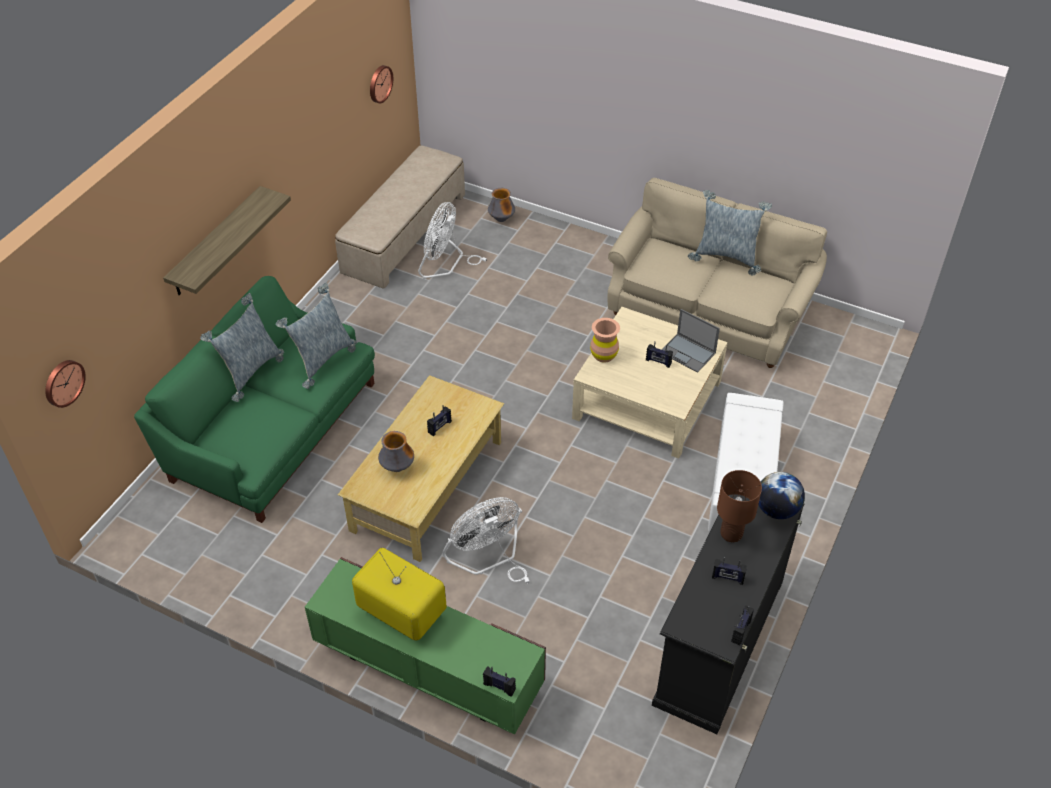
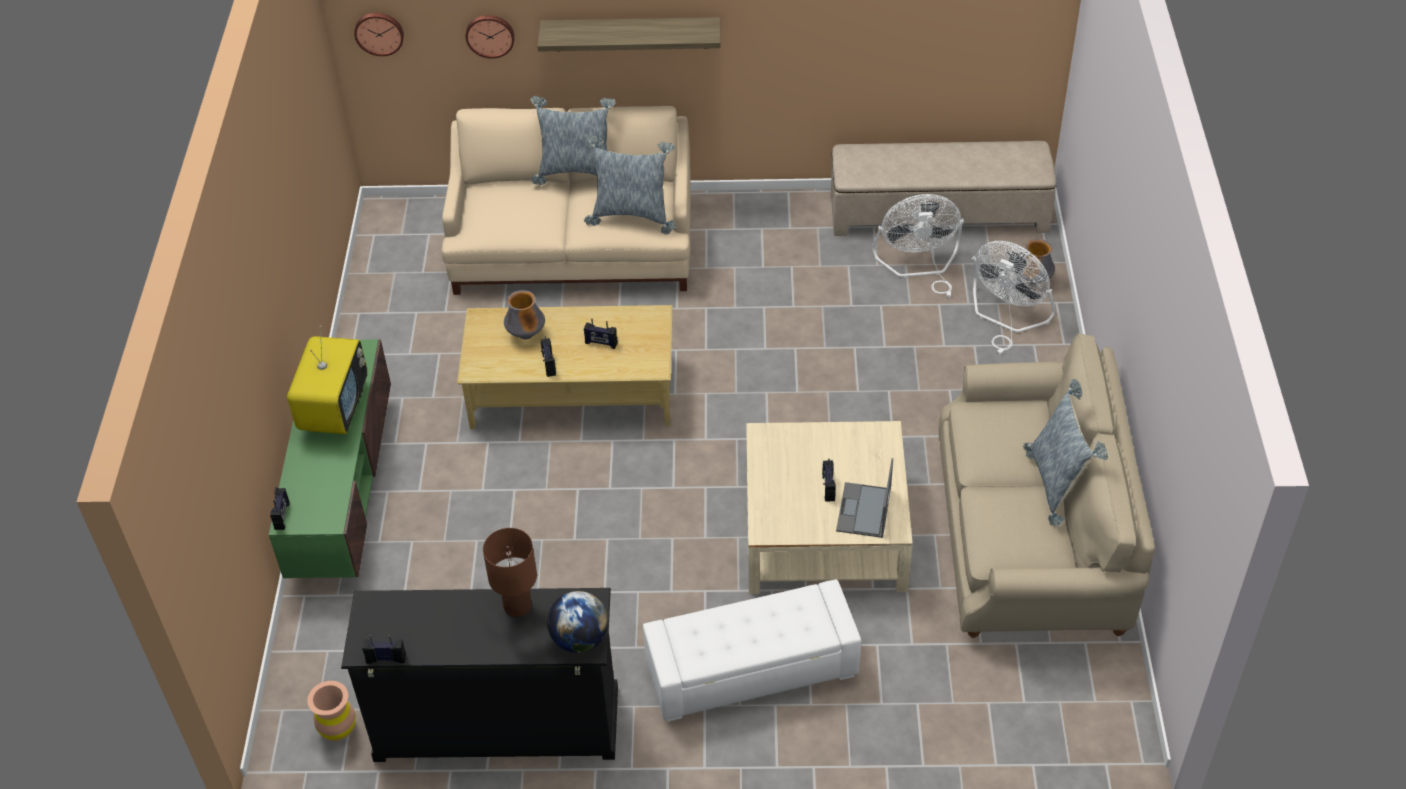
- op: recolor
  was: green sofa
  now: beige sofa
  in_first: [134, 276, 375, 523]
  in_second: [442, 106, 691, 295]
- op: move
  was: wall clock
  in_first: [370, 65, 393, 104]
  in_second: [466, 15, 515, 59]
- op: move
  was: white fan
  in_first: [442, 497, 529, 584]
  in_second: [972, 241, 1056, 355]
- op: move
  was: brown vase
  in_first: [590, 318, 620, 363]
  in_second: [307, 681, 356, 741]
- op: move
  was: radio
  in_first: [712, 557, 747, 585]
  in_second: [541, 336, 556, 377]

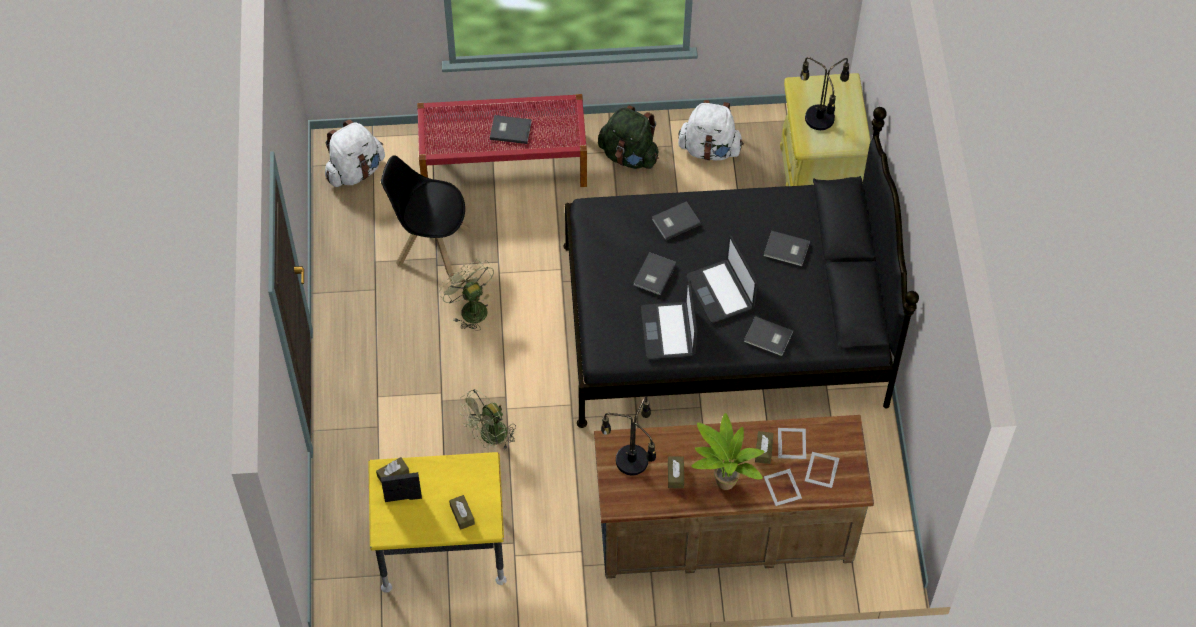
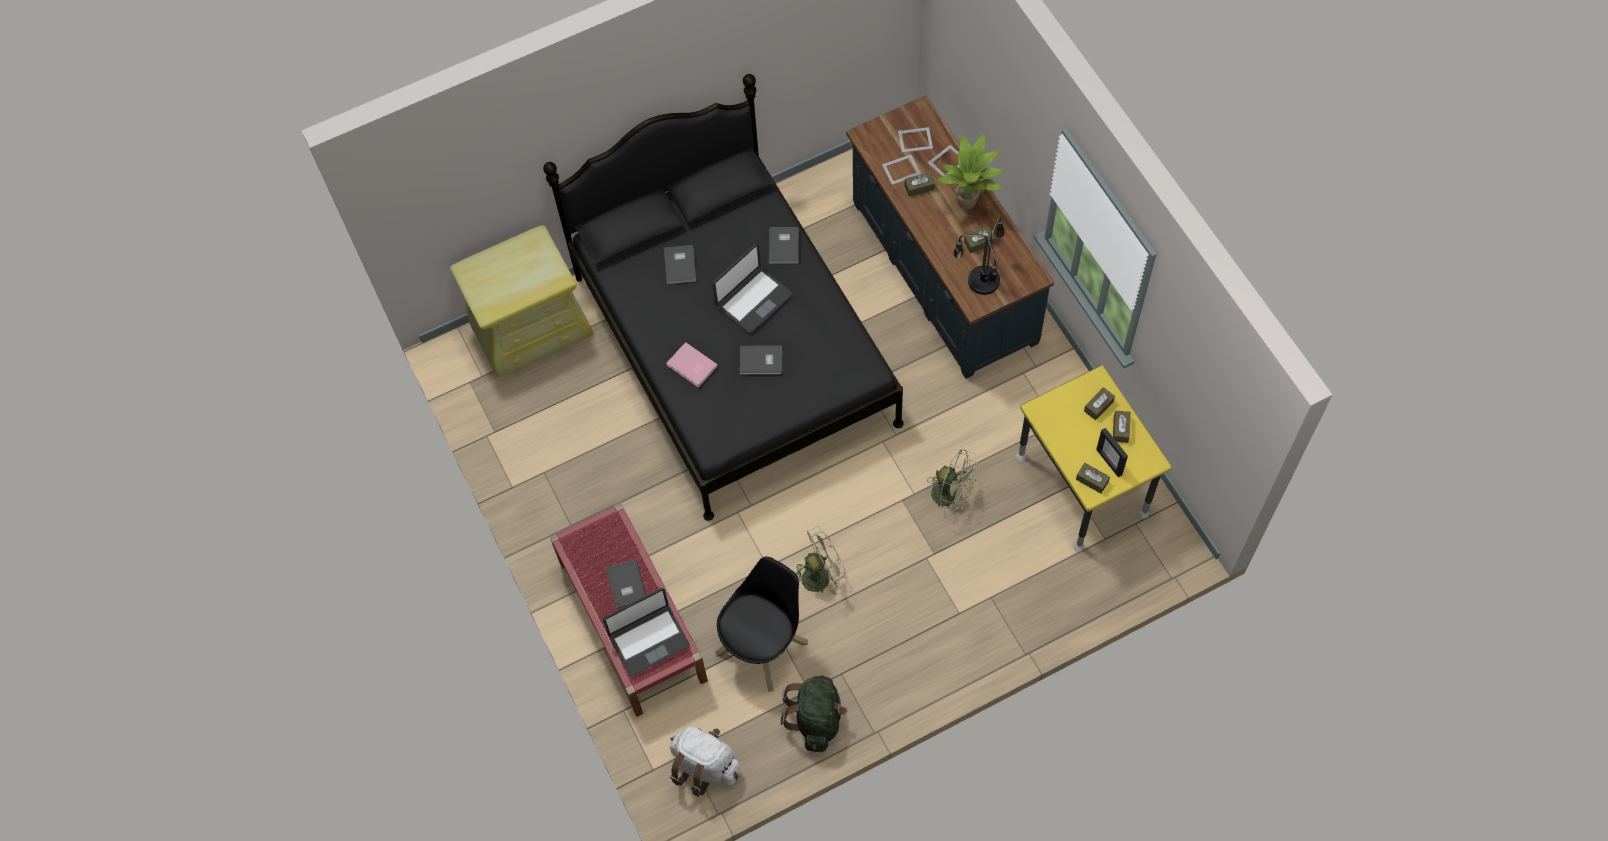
- op: rotate
  was: black chair
  in_first: [381, 155, 469, 277]
  in_second: [716, 557, 808, 692]
  clockwise: -135
- op: rotate
  was: green fan
  in_first: [439, 259, 494, 331]
  in_second: [796, 526, 848, 596]
  clockwise: -150
- op: move
  was: green backpack
  in_first: [598, 105, 659, 169]
  in_second: [781, 675, 847, 752]
- op: move
  was: laptop
  in_first: [641, 279, 697, 359]
  in_second: [603, 588, 690, 676]
- op: recolor
  was: grey book
  now: pink book
  in_first: [652, 202, 701, 240]
  in_second: [666, 342, 718, 387]
- op: delete
  was: white backpack
  in_first: [678, 100, 744, 160]
- op: delete
  was: table lamp
  in_first: [800, 57, 849, 130]
- op: insert
  now: brown tissue box
  in_second: [1113, 411, 1131, 443]

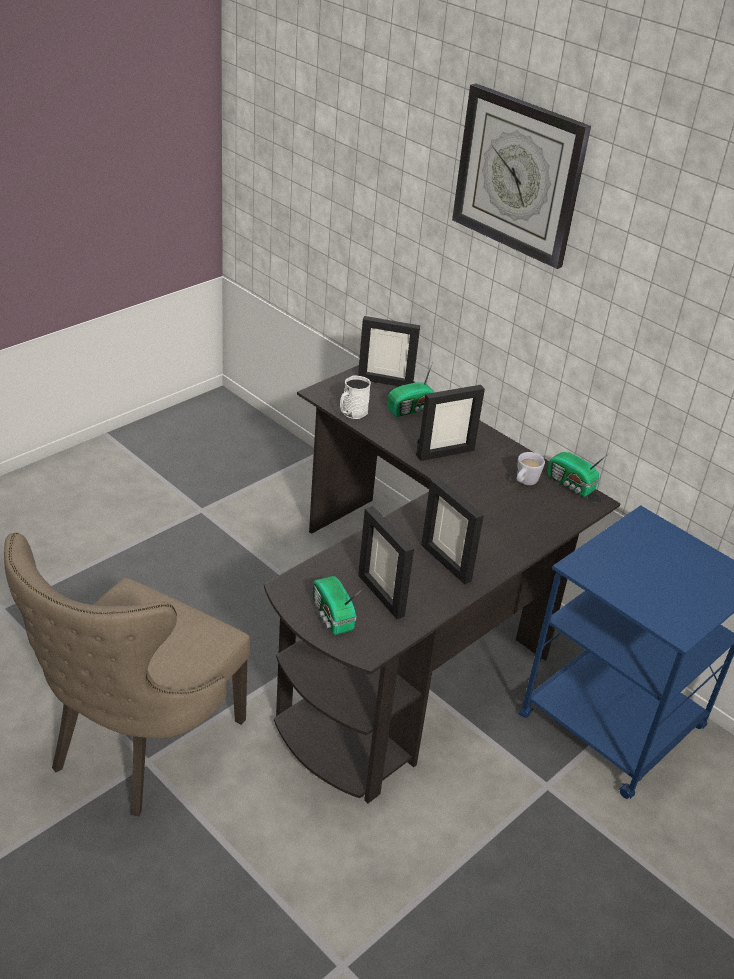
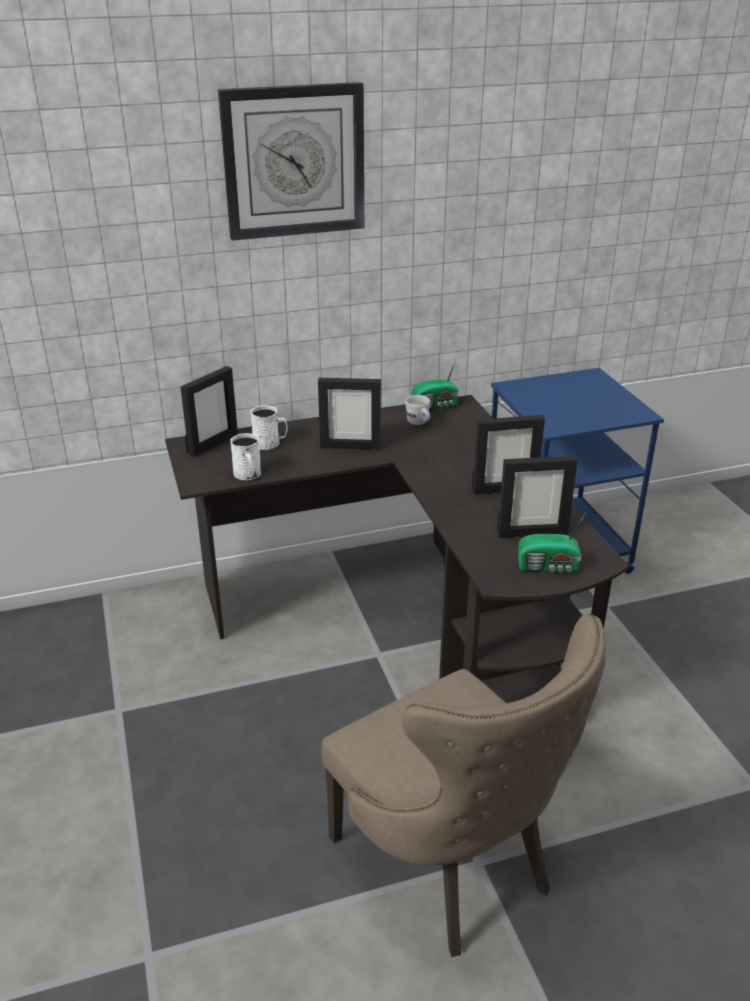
- op: replace
  was: radio
  now: white mug
  in_first: [387, 362, 434, 417]
  in_second: [250, 405, 287, 450]
- op: rotate
  was: picture frame
  in_first: [416, 385, 485, 461]
  in_second: [318, 378, 381, 450]
  clockwise: 90

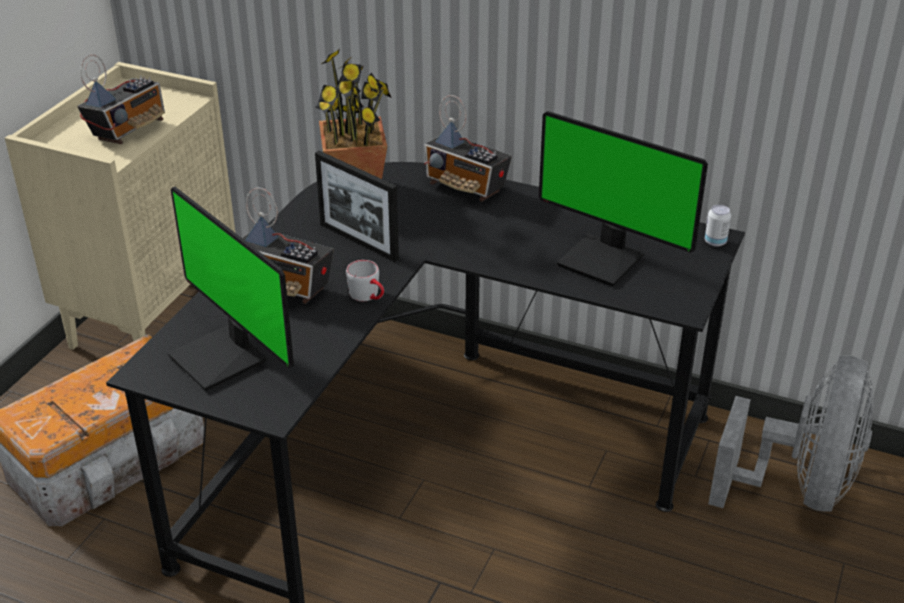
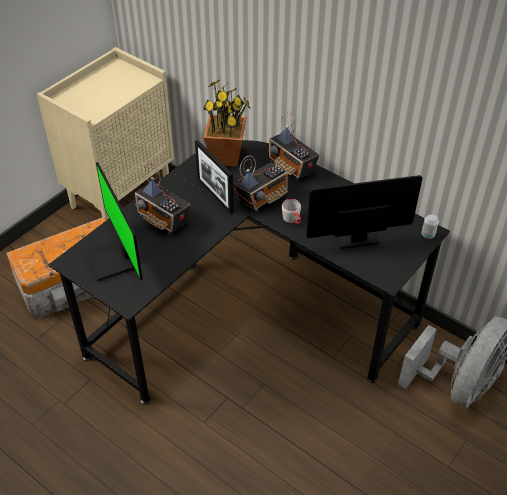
- op: move
  was: radio
  in_first: [78, 54, 165, 144]
  in_second: [234, 156, 288, 212]
- op: move
  was: grey mug
  in_first: [346, 260, 384, 301]
  in_second: [282, 199, 301, 224]
- op: rotate
  was: monitor
  in_first: [539, 111, 708, 287]
  in_second: [306, 175, 422, 249]
  clockwise: 120

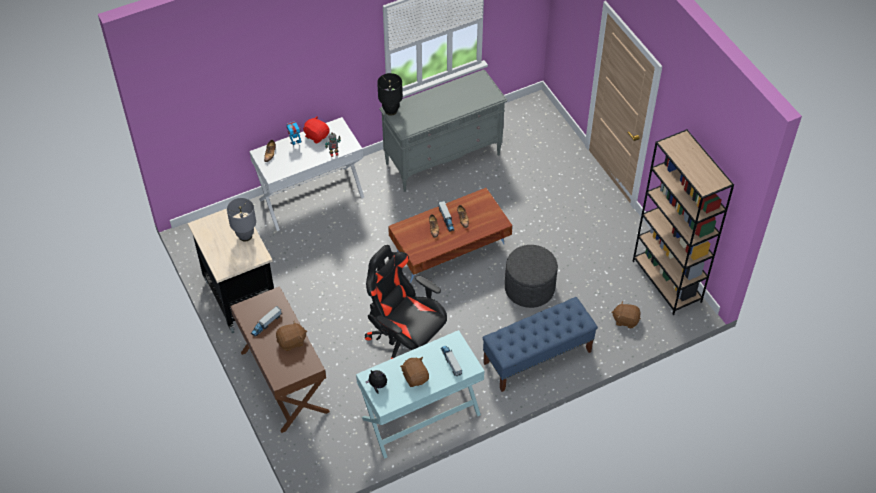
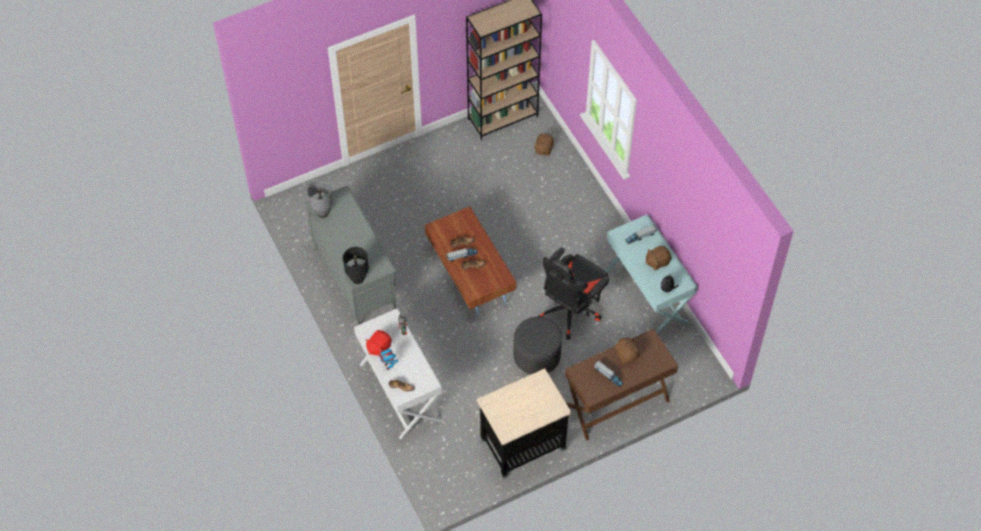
- op: move
  was: grey table lamp
  in_first: [227, 198, 256, 241]
  in_second: [308, 180, 333, 218]
- op: delete
  was: blue bench
  in_first: [482, 297, 598, 392]
- op: move
  was: grey ottoman
  in_first: [505, 245, 558, 308]
  in_second: [513, 317, 562, 374]

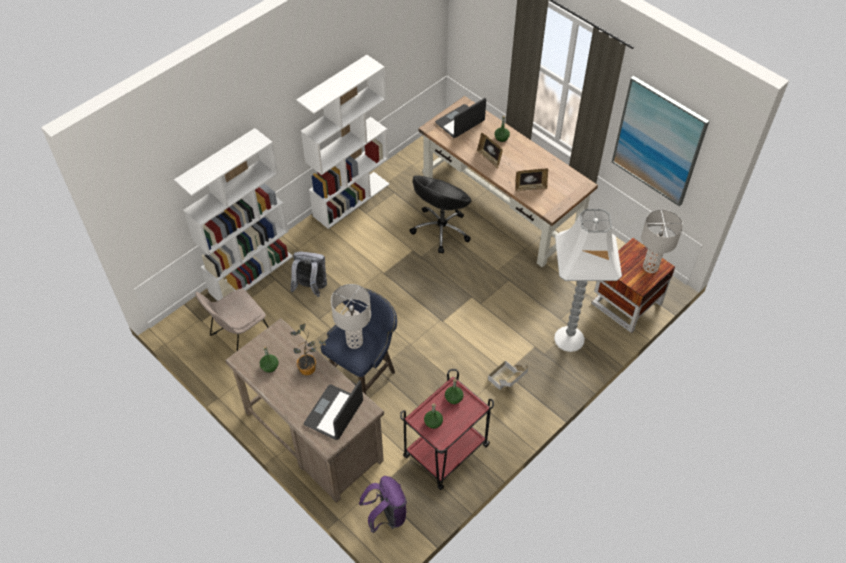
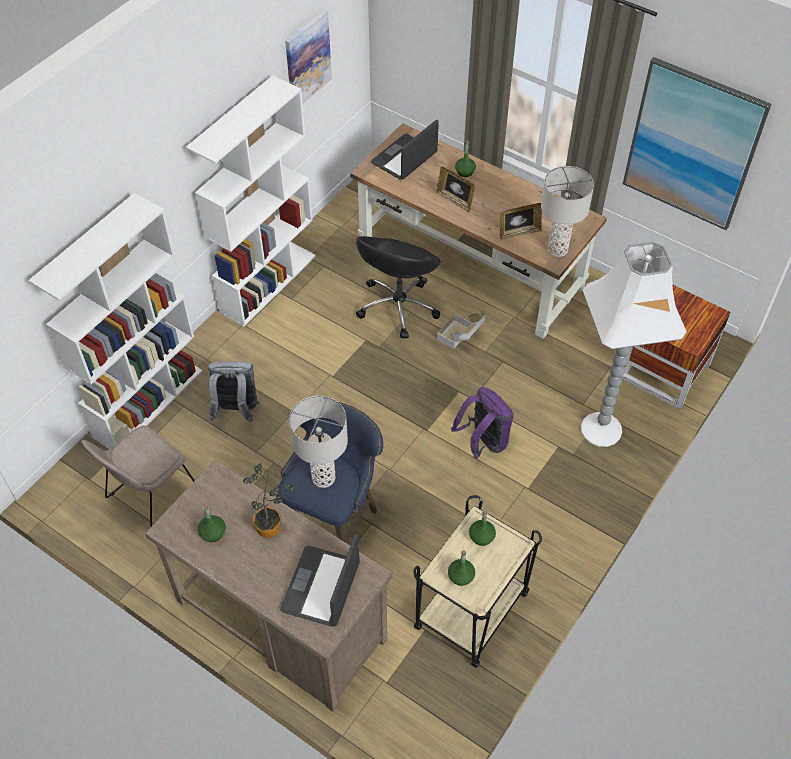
- op: move
  was: purple backpack
  in_first: [359, 476, 407, 533]
  in_second: [451, 387, 514, 459]
- op: recolor
  was: red cart
  now: beige cart
  in_first: [400, 369, 494, 490]
  in_second: [413, 495, 542, 668]
- op: move
  was: cardboard box
  in_first: [488, 361, 528, 390]
  in_second: [437, 311, 486, 349]
- op: move
  was: white table lamp
  in_first: [641, 209, 683, 273]
  in_second: [541, 166, 594, 257]
- op: insert
  now: picture
  in_second: [285, 10, 332, 104]

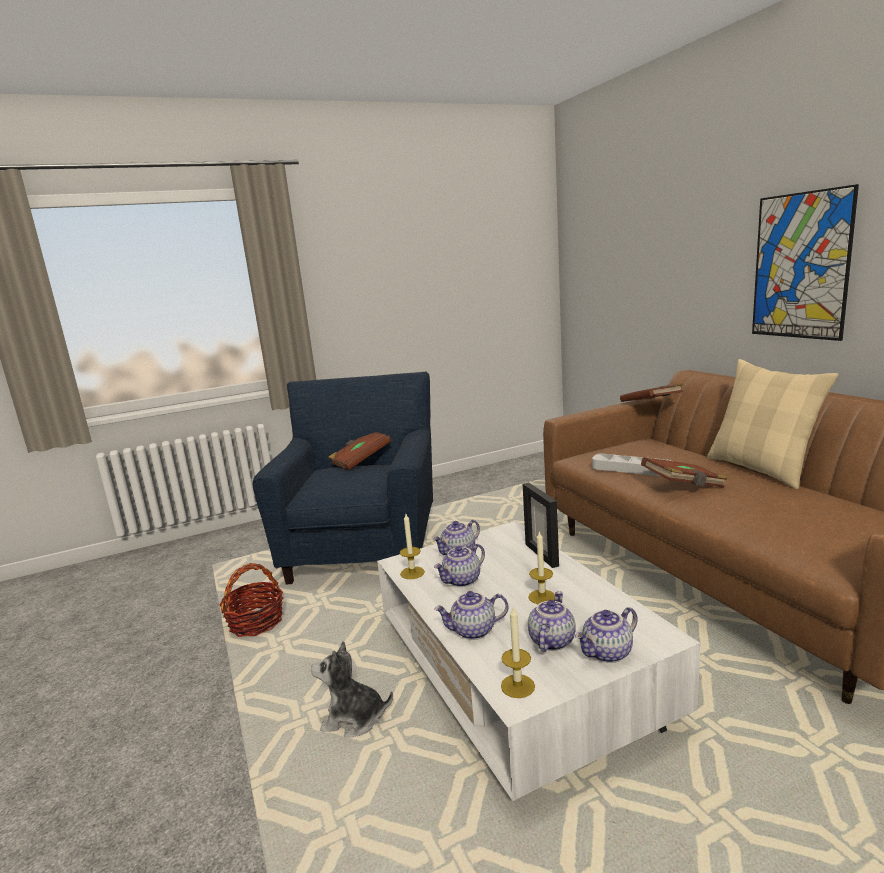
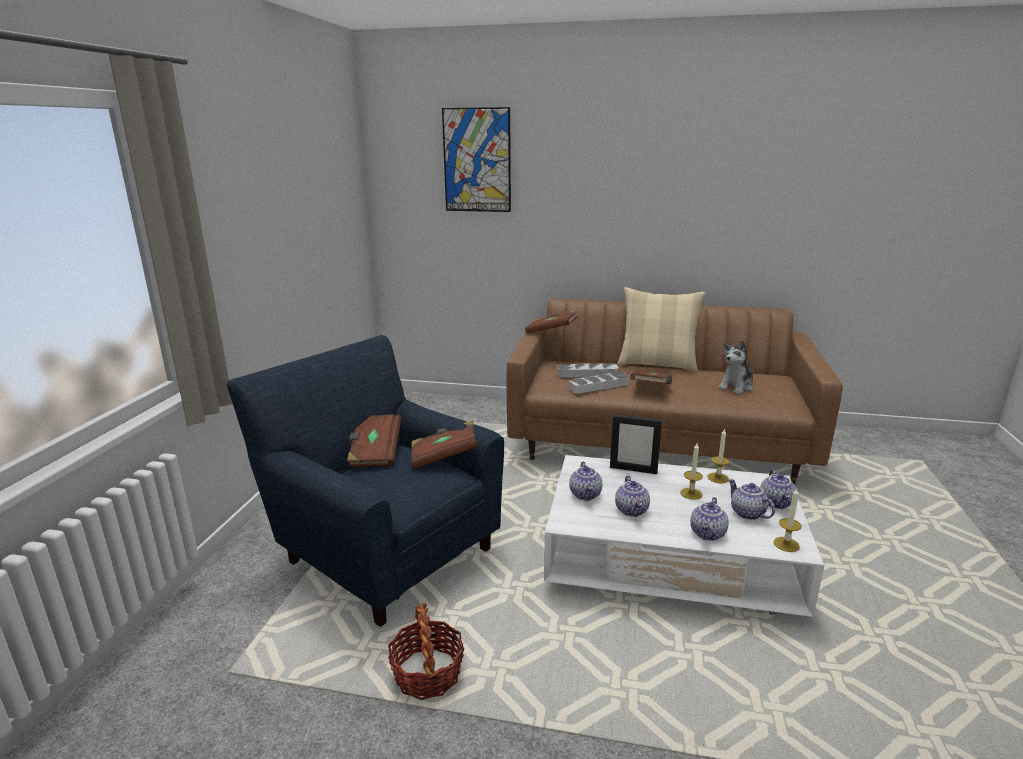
- op: move
  was: plush toy
  in_first: [311, 641, 393, 738]
  in_second: [718, 340, 754, 394]
- op: move
  was: candle
  in_first: [400, 514, 425, 579]
  in_second: [708, 428, 730, 483]
- op: move
  was: picture
  in_first: [752, 184, 859, 341]
  in_second: [442, 107, 511, 212]
- op: insert
  now: brown book
  in_second: [411, 420, 478, 469]
- op: insert
  now: grey tray
  in_second: [557, 363, 618, 378]

